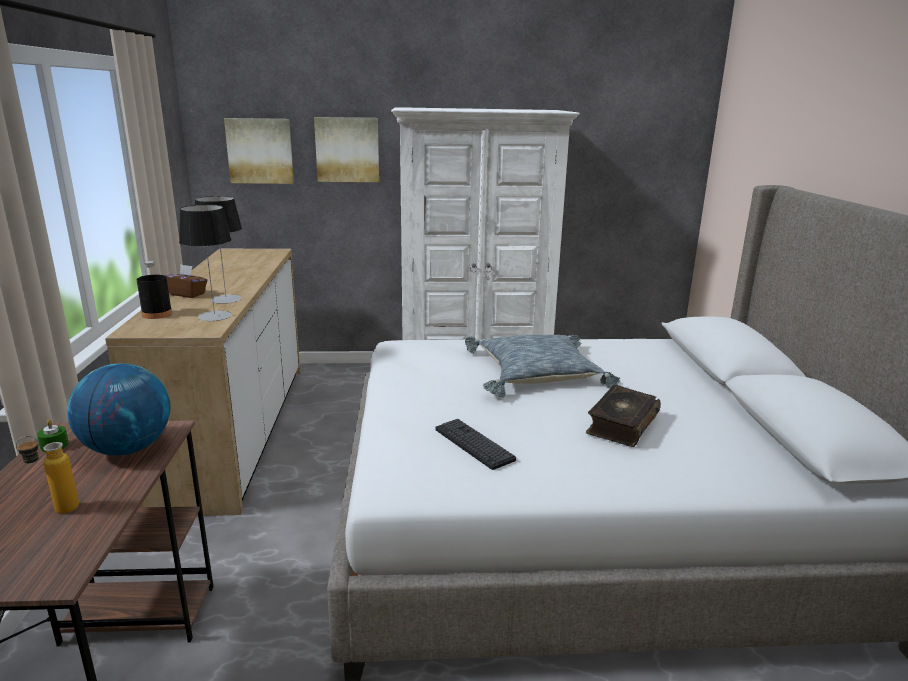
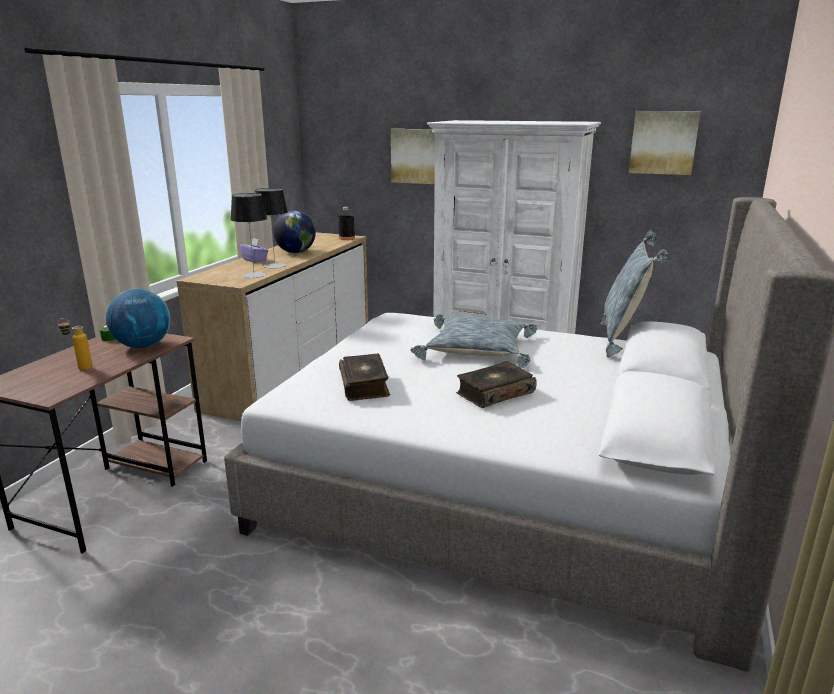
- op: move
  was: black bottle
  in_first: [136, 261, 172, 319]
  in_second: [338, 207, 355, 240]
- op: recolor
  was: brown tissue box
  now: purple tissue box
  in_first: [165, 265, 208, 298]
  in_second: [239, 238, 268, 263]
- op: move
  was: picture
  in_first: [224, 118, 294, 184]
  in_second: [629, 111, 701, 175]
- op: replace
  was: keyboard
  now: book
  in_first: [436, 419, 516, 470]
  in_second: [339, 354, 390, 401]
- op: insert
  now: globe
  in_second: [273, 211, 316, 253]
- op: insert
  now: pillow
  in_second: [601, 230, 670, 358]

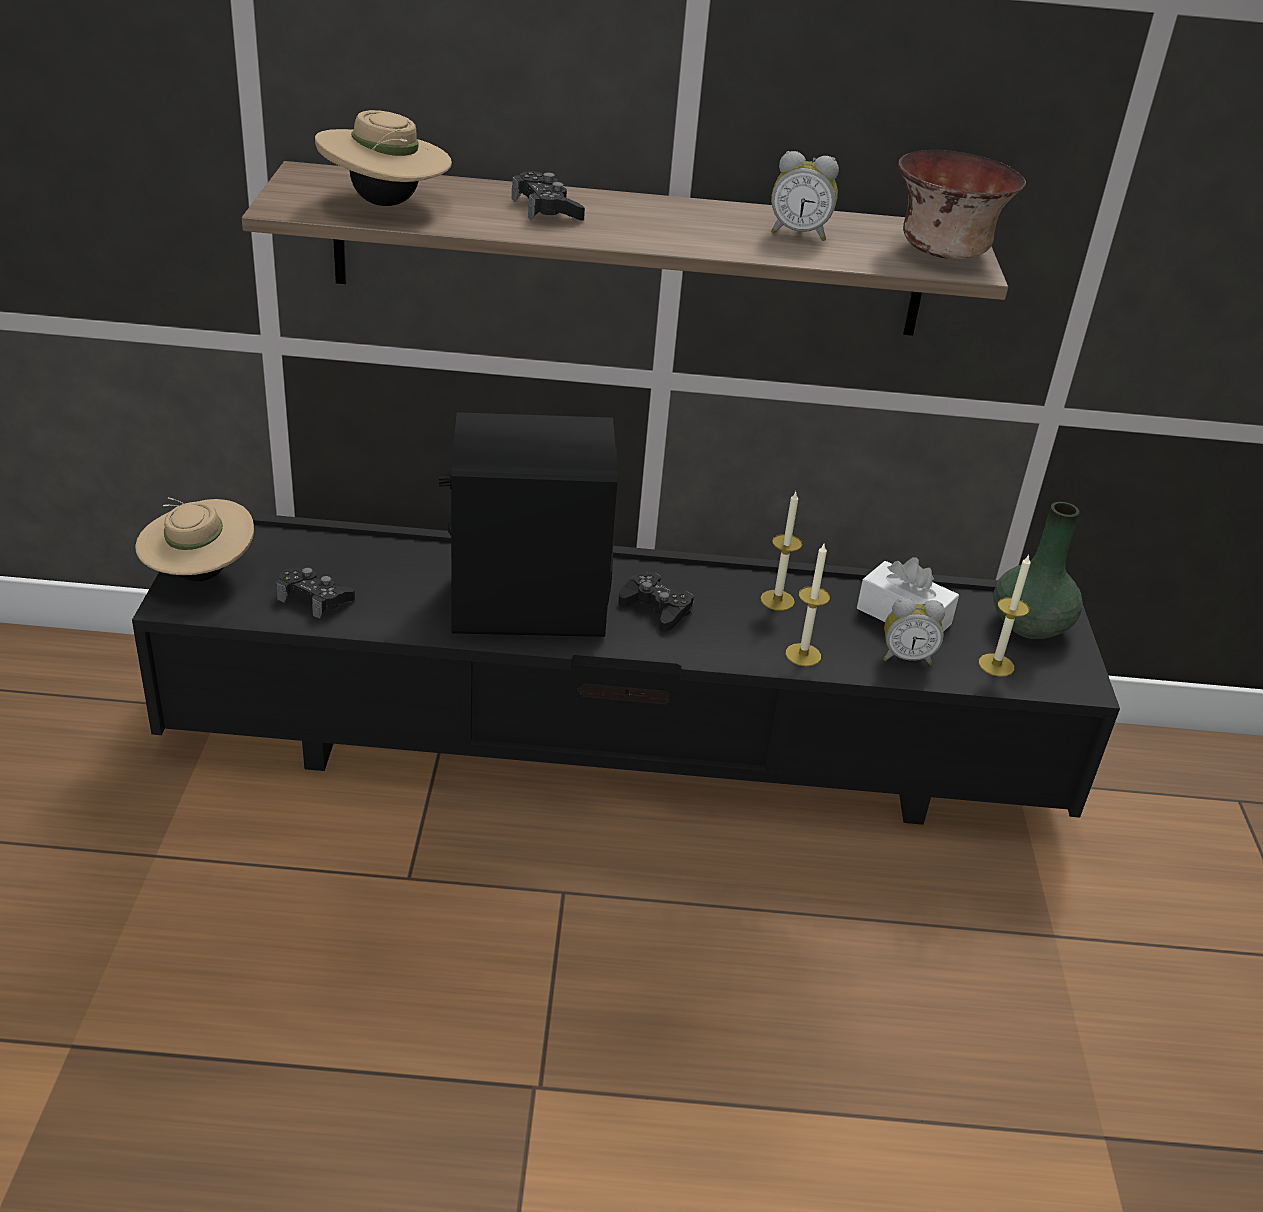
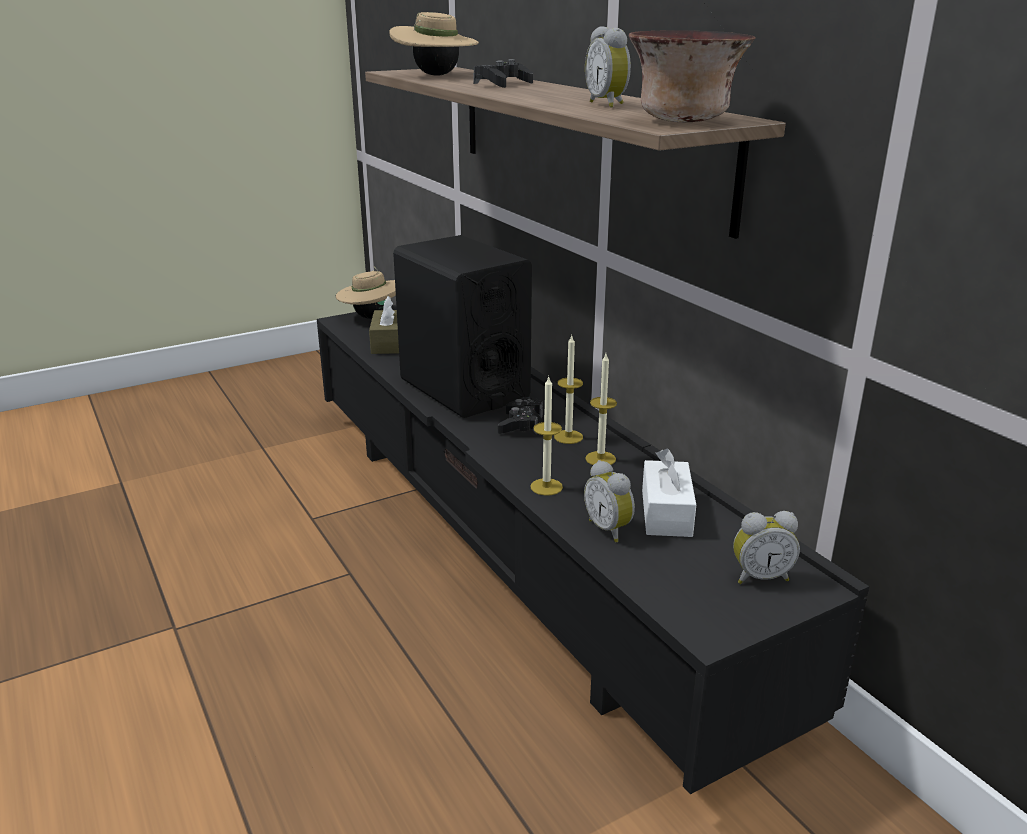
- op: replace
  was: black game controller
  now: brown tissue box
  in_first: [276, 567, 355, 619]
  in_second: [369, 296, 399, 354]
- op: move
  was: candle
  in_first: [979, 555, 1031, 677]
  in_second: [554, 336, 583, 444]
- op: replace
  was: green vase
  now: alarm clock
  in_first: [993, 502, 1083, 639]
  in_second: [733, 511, 800, 584]

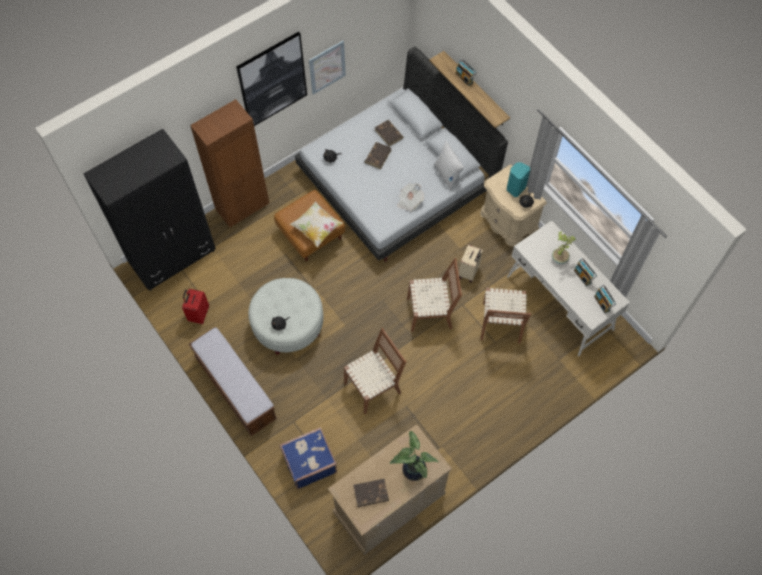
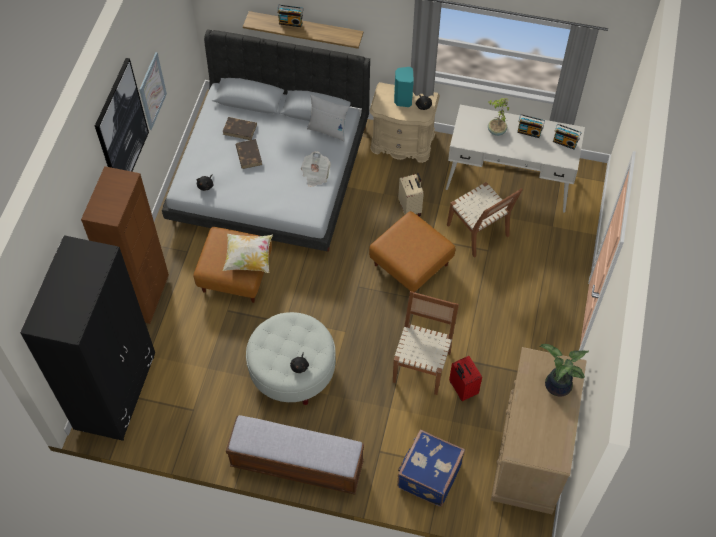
- op: move
  was: red suitcase
  in_first: [182, 289, 209, 324]
  in_second: [449, 356, 482, 401]
- op: delete
  was: brown book
  in_first: [353, 479, 389, 507]
- op: replace
  was: chair
  now: brown ottoman
  in_first: [407, 258, 462, 332]
  in_second: [369, 211, 456, 292]

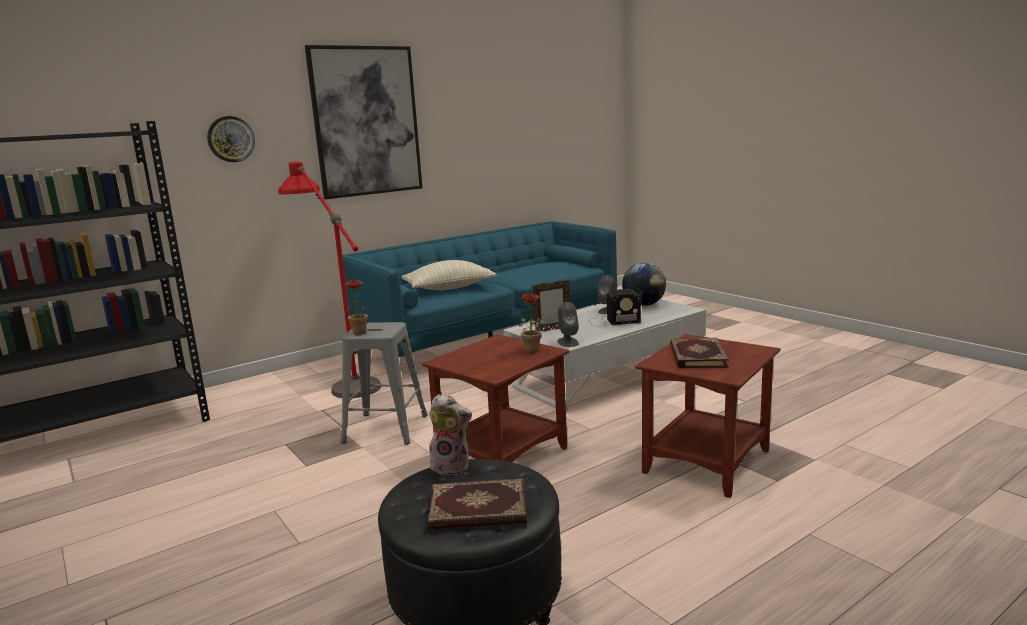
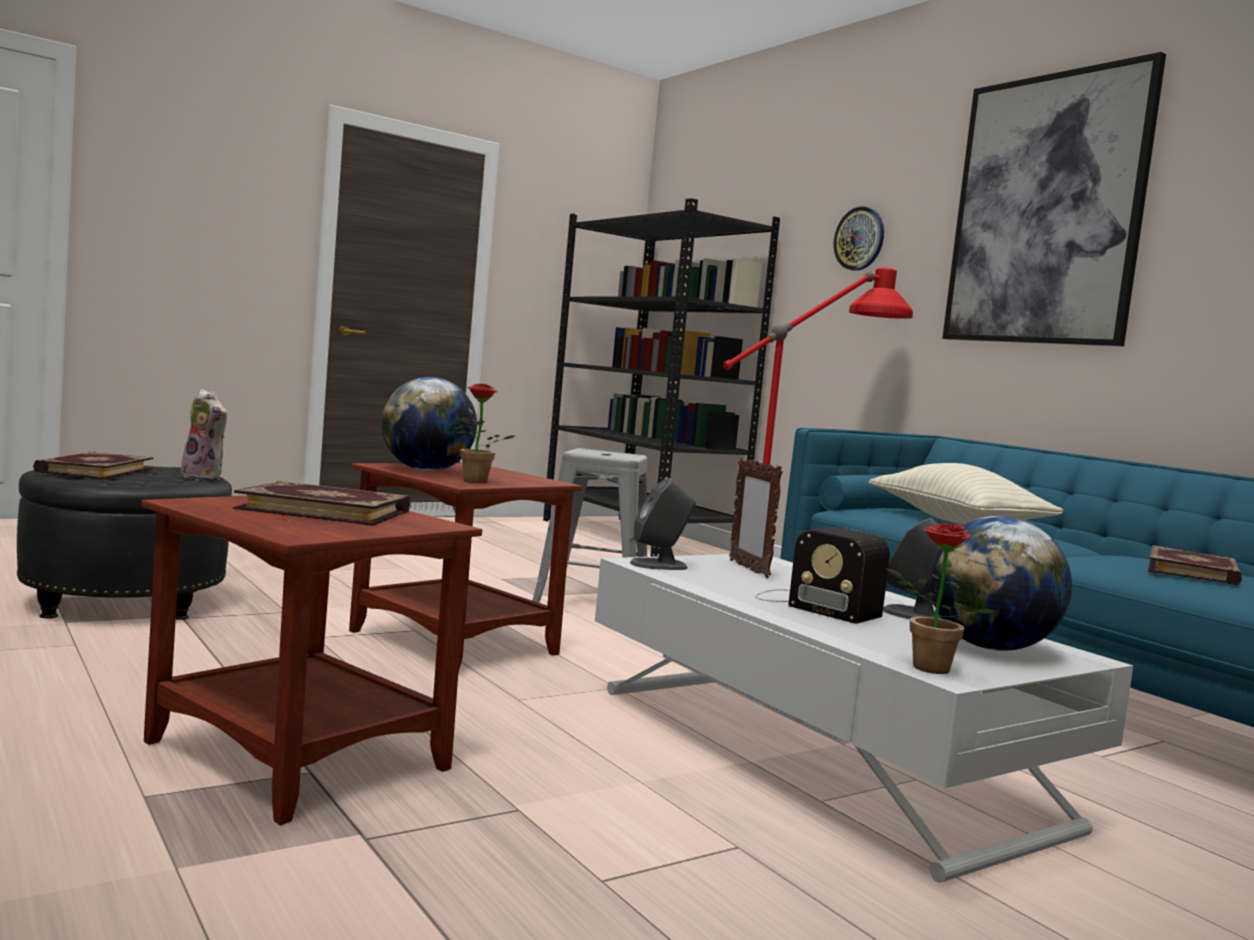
- op: move
  was: potted plant
  in_first: [345, 279, 372, 335]
  in_second: [886, 523, 995, 674]
- op: rotate
  was: plush toy
  in_first: [429, 394, 472, 475]
  in_second: [181, 389, 227, 481]
  clockwise: -75
- op: rotate
  was: radio
  in_first: [589, 289, 641, 327]
  in_second: [755, 527, 890, 624]
  clockwise: -45
- op: insert
  now: globe
  in_second: [381, 377, 477, 471]
- op: insert
  now: book
  in_second: [1148, 545, 1242, 585]

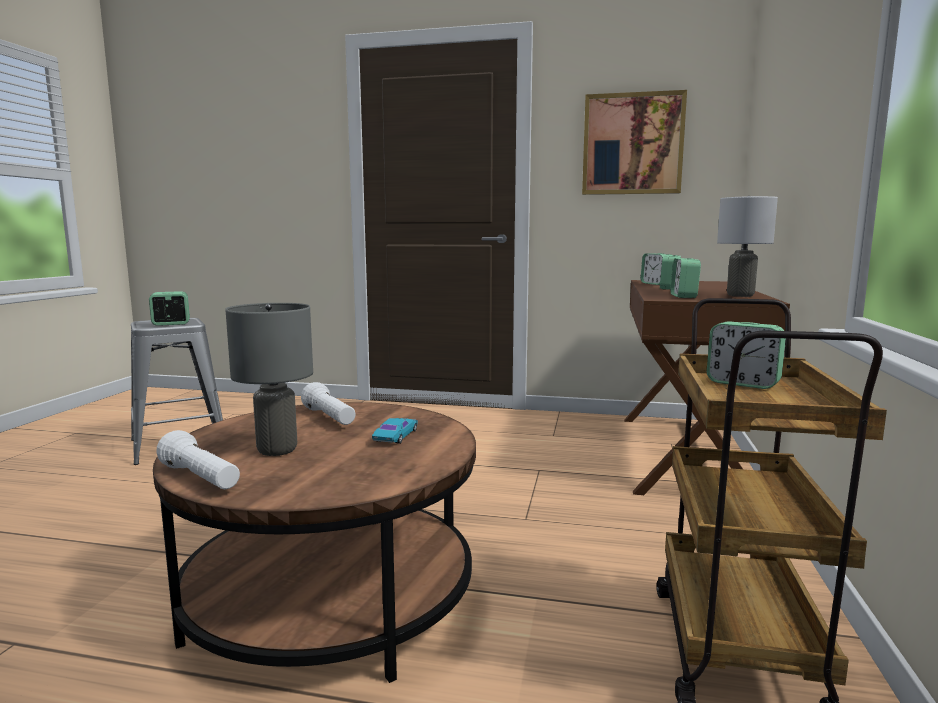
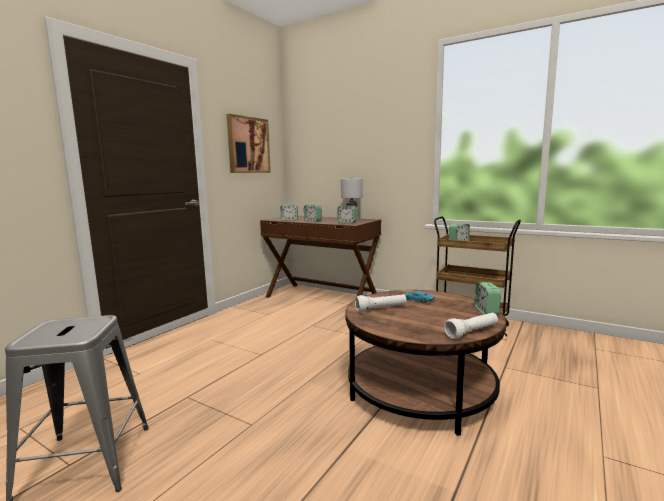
- op: move
  was: alarm clock
  in_first: [149, 291, 190, 326]
  in_second: [474, 282, 501, 315]
- op: delete
  was: grey table lamp
  in_first: [225, 303, 313, 456]

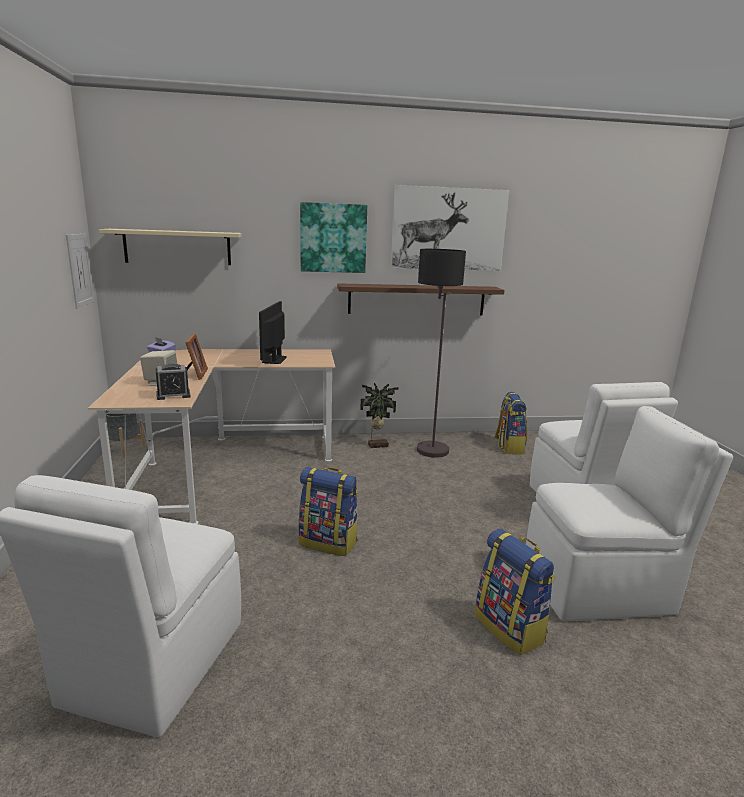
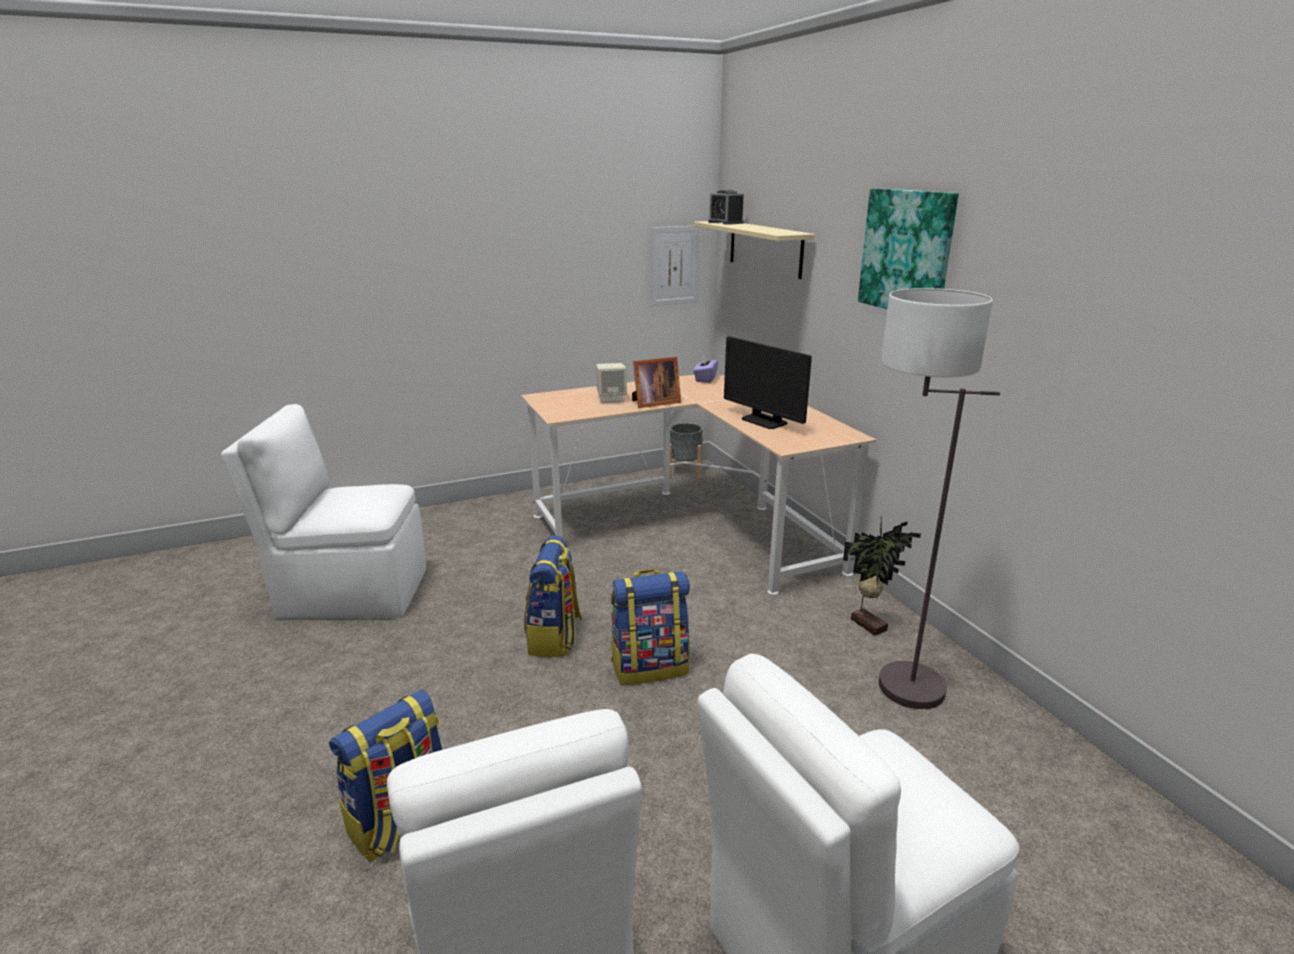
- op: move
  was: alarm clock
  in_first: [156, 364, 191, 400]
  in_second: [708, 190, 744, 225]
- op: rotate
  was: monitor
  in_first: [259, 301, 287, 364]
  in_second: [724, 336, 812, 429]
  clockwise: -120
- op: delete
  was: brown shelf
  in_first: [337, 283, 504, 316]
- op: delete
  was: picture
  in_first: [391, 185, 509, 271]
- op: recolor
  was: black floor lamp
  now: white floor lamp
  in_first: [417, 249, 466, 458]
  in_second: [879, 288, 1000, 709]
- op: move
  was: backpack
  in_first: [494, 392, 527, 454]
  in_second: [611, 569, 690, 685]

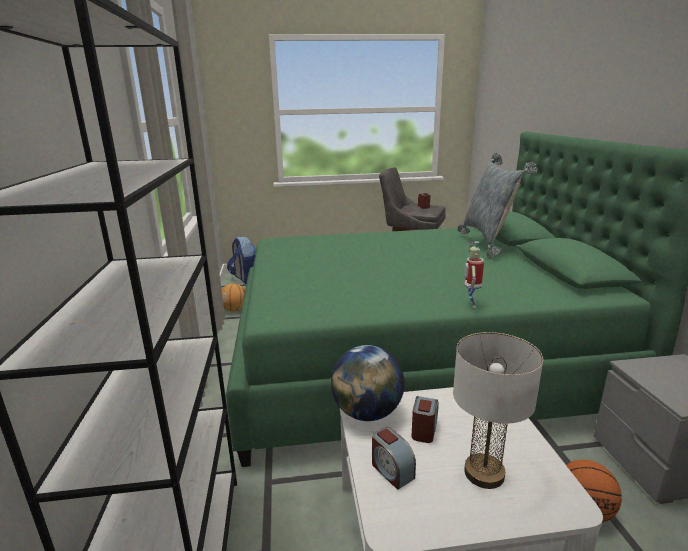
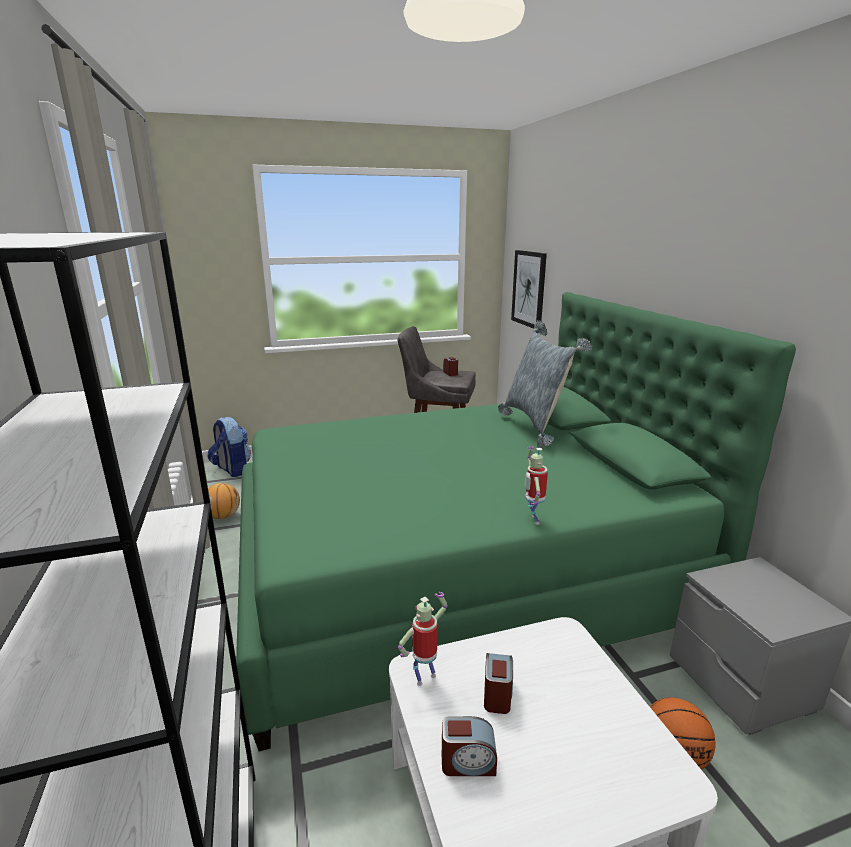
- op: replace
  was: globe
  now: toy robot
  in_first: [331, 345, 405, 421]
  in_second: [398, 592, 448, 686]
- op: rotate
  was: alarm clock
  in_first: [372, 427, 416, 490]
  in_second: [442, 716, 497, 776]
  clockwise: -45
- op: delete
  was: table lamp
  in_first: [453, 332, 543, 489]
- op: insert
  now: picture
  in_second: [511, 250, 547, 329]

